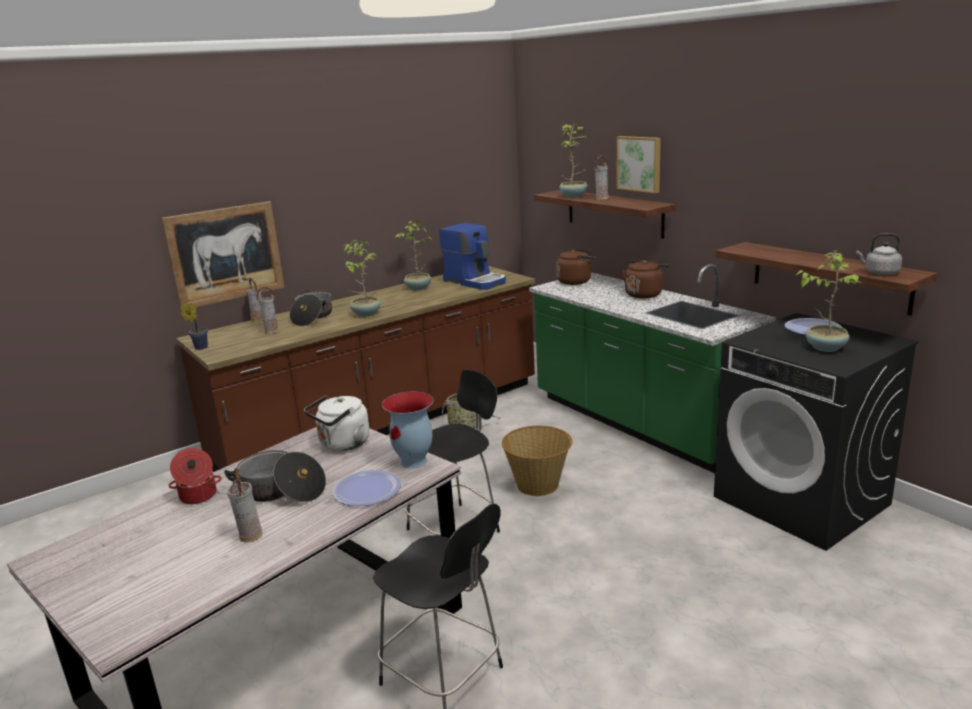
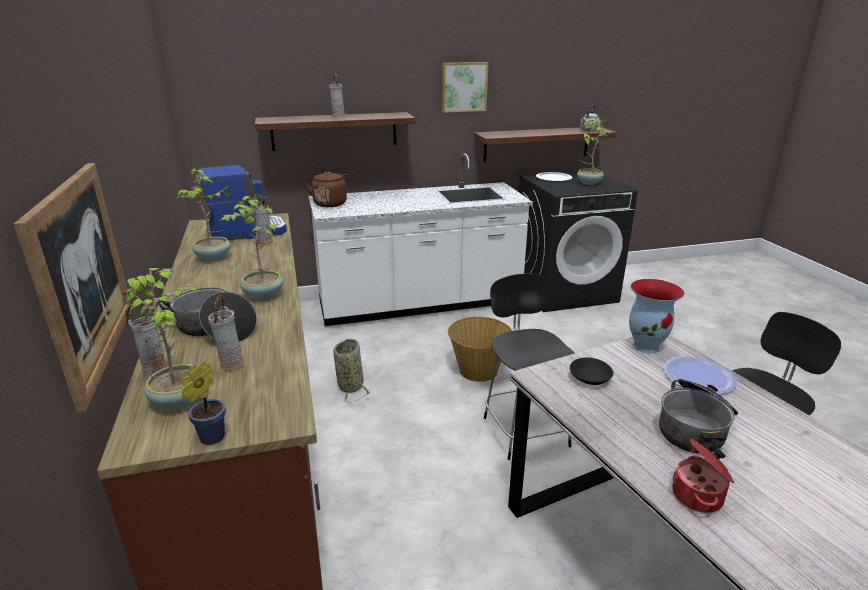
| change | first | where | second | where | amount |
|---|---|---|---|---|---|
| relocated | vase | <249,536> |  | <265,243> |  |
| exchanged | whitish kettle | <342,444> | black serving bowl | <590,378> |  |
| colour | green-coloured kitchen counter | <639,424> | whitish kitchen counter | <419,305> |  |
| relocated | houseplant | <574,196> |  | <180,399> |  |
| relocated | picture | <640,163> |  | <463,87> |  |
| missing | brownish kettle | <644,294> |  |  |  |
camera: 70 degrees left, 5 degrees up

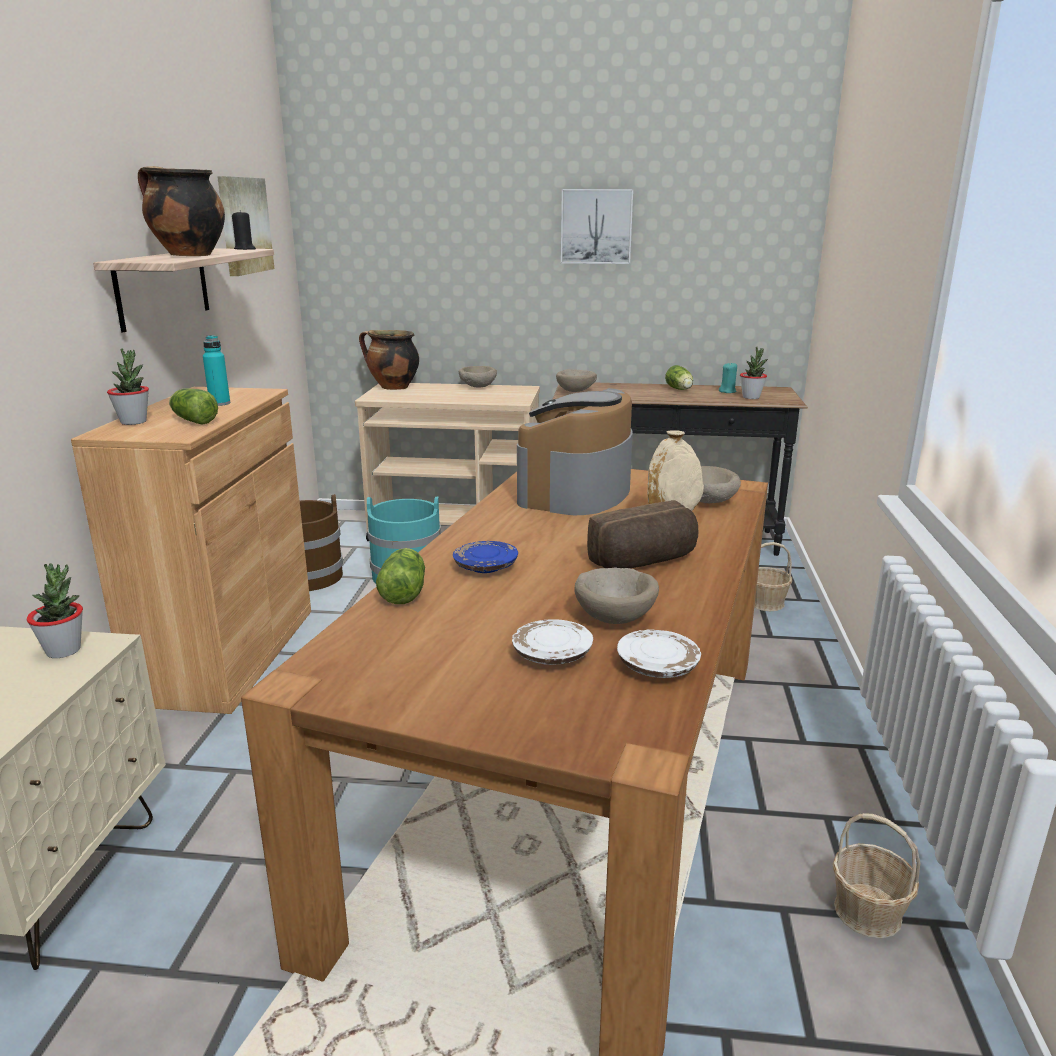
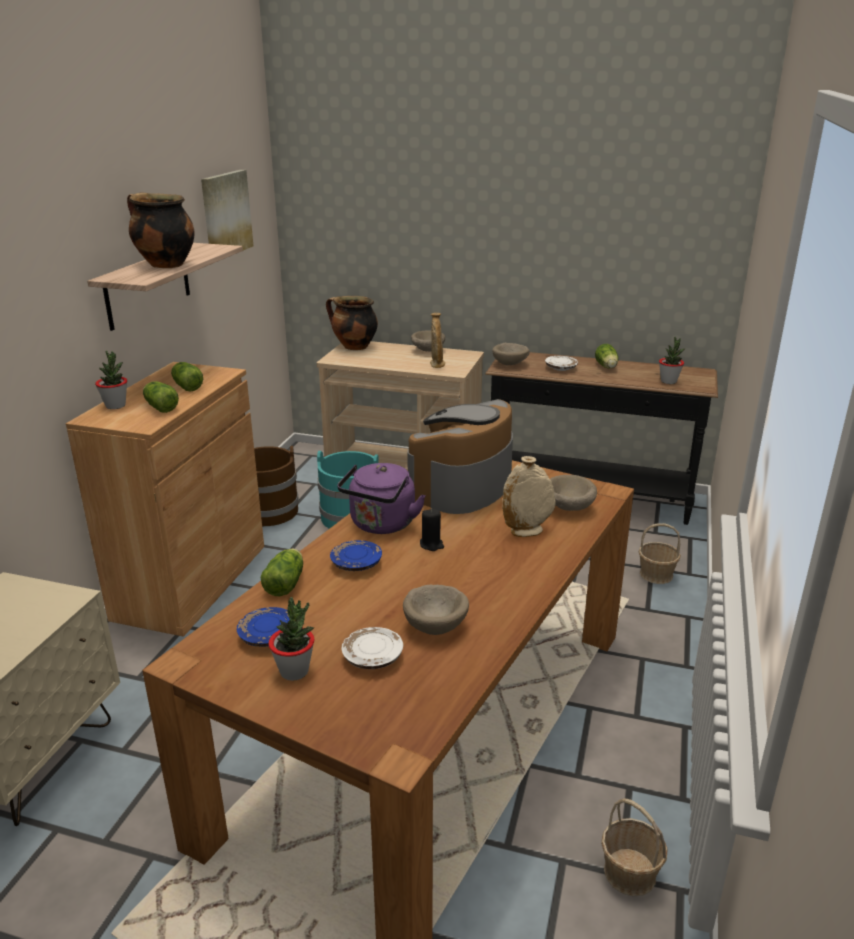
| change | first | where | second | where | amount |
|---|---|---|---|---|---|
| relocated | houseplant | <64,650> |  | <294,671> |  |
| exchanged | turquoise-coloured drink bottle | <220,403> | lettuce | <186,386> |  |
| relocated | black wax light | <245,249> |  | <431,545> |  |
| missing | picture | <596,226> |  |  |  |
| missing | bakery bread | <645,561> |  |  |  |
| relocated | whitish flat dish | <657,666> |  | <561,368> |  |
| missing | turquoise-coloured wax light | <727,391> |  |  |  |
| appeared |  |  | bluish flat dish | <267,636> |  |
| appeared |  |  | purplish kettle | <381,525> |  |
| appeared |  |  | beige vase | <437,364> |  |
camera: 10 degrees right, 5 degrees up

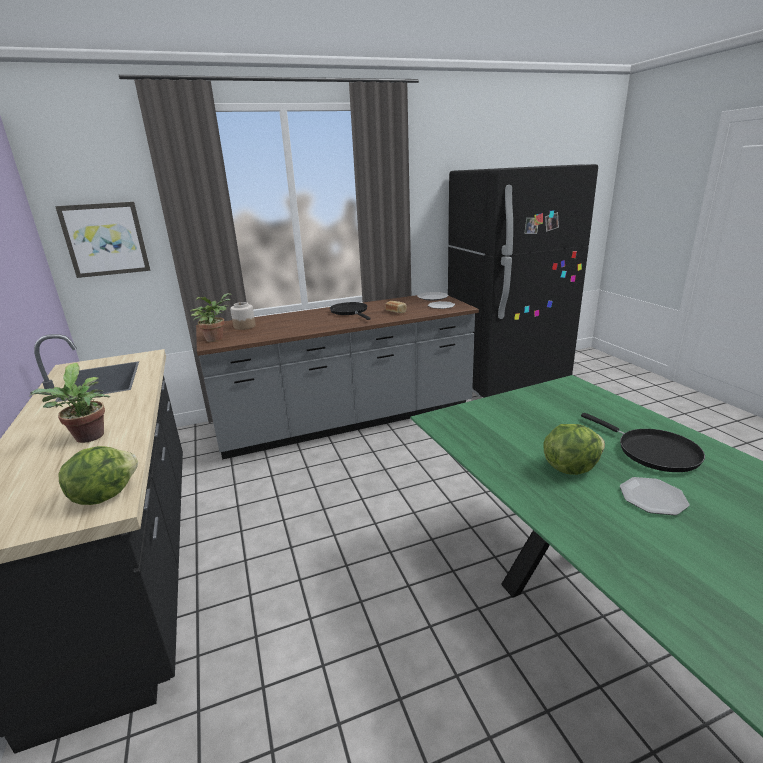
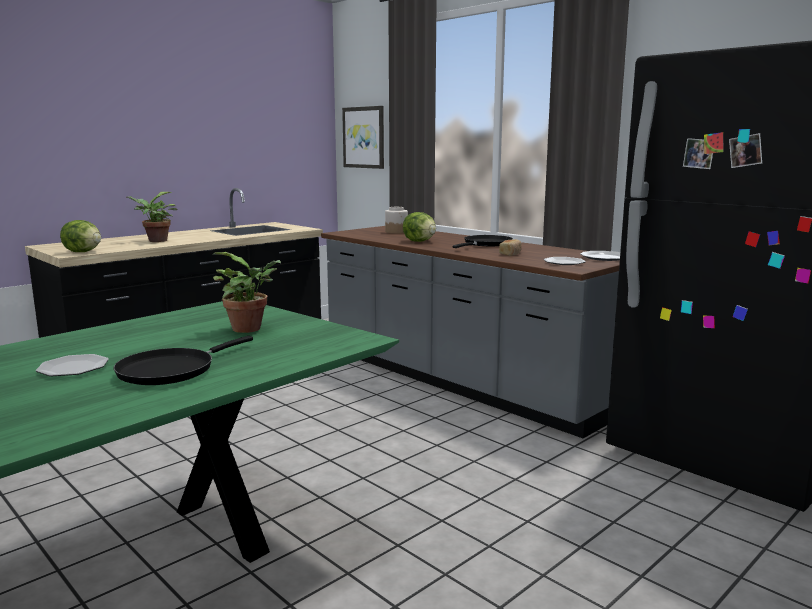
| change | first | where | second | where | amount |
|---|---|---|---|---|---|
| relocated | houseplant | <216,338> |  | <250,329> |  |
| relocated | lettuce | <570,467> |  | <420,241> |  |
camera: 65 degrees right, 10 degrees down

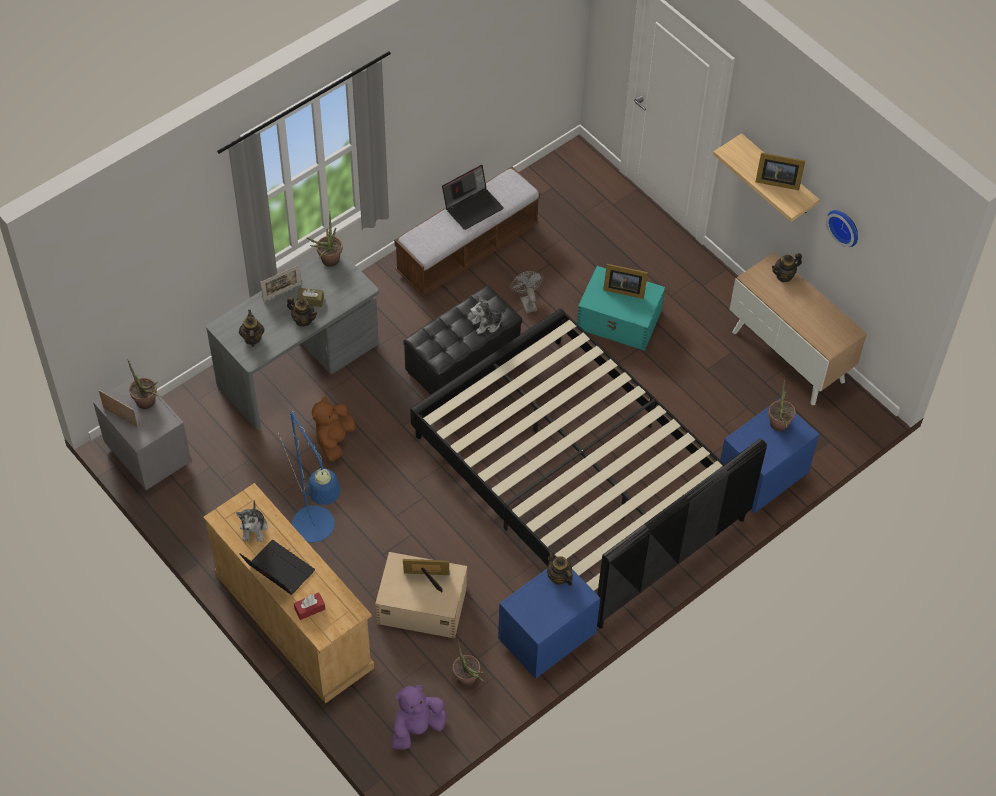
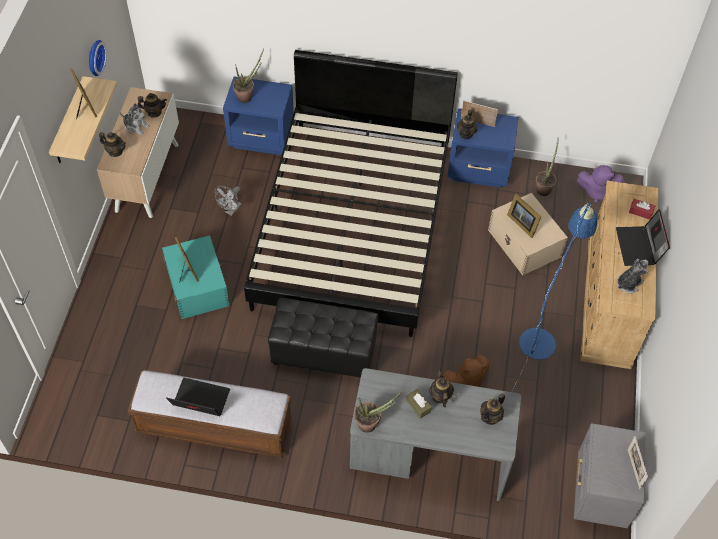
| change | first | where | second | where | amount |
|---|---|---|---|---|---|
| missing | houseplant | <148,404> |  |  |  |
| relocated | standing frame | <282,292> |  | <477,122> |  |
| relocated | cuddly toy | <487,323> |  | <136,126> |  |
| relocated | grey electric fan | <527,302> |  | <231,210> |  |
| appeared |  |  | pot for tea | <154,112> |  |
camera: 130 degrees left, 0 degrees up

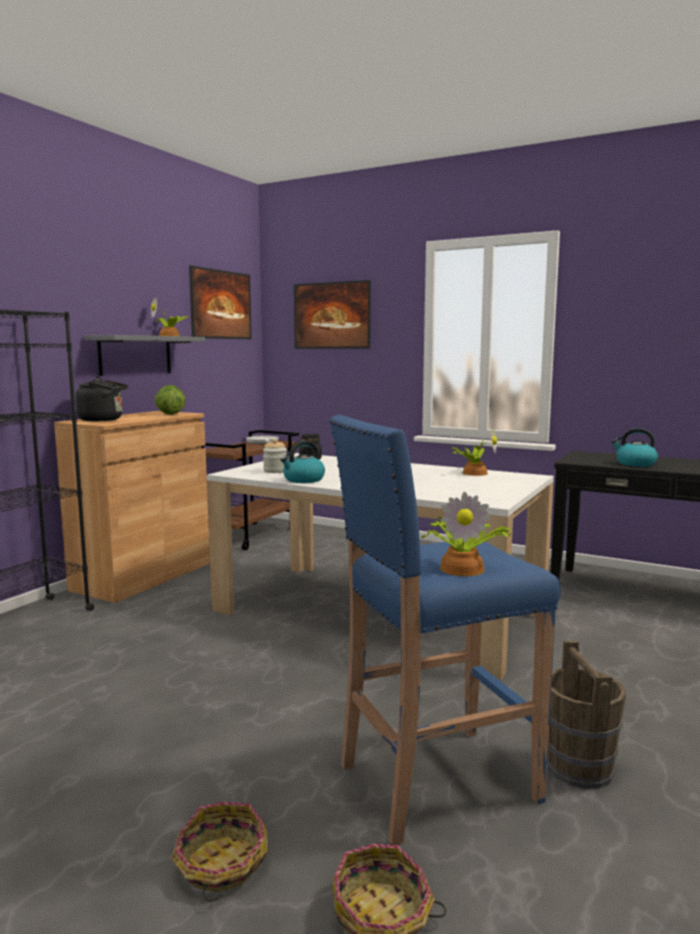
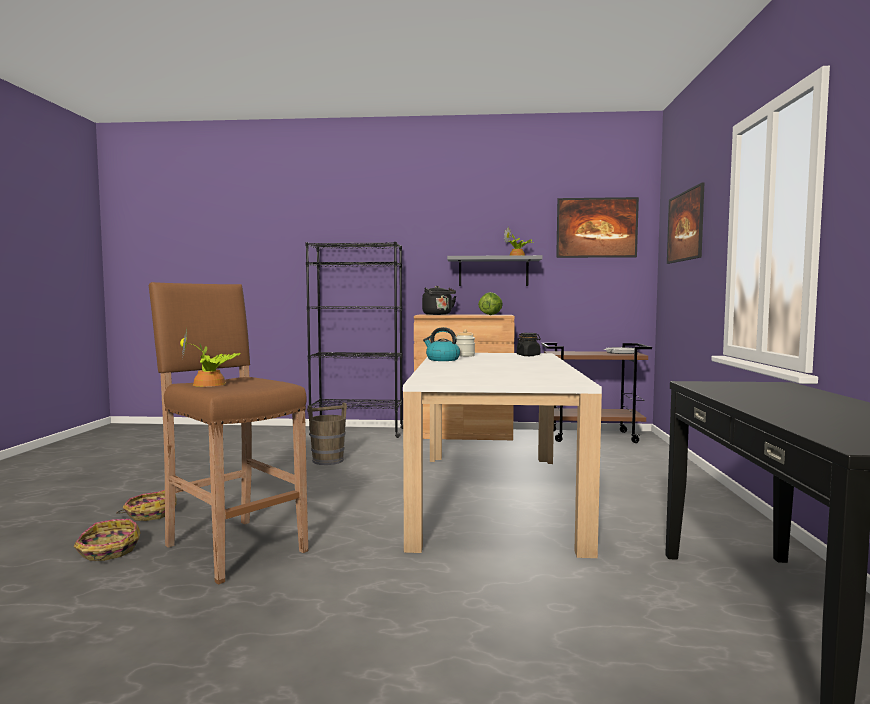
| change | first | where | second | where | amount |
|---|---|---|---|---|---|
| colour | bluish stool seat | <433,783> | brownish stool seat | <233,547> |  |
| missing | houseplant | <473,473> |  |  |  |
| relocated | brownish water bucket | <579,768> |  | <327,460> |  |
| missing | kettle | <635,464> |  |  |  |
camera: 65 degrees right, 5 degrees down

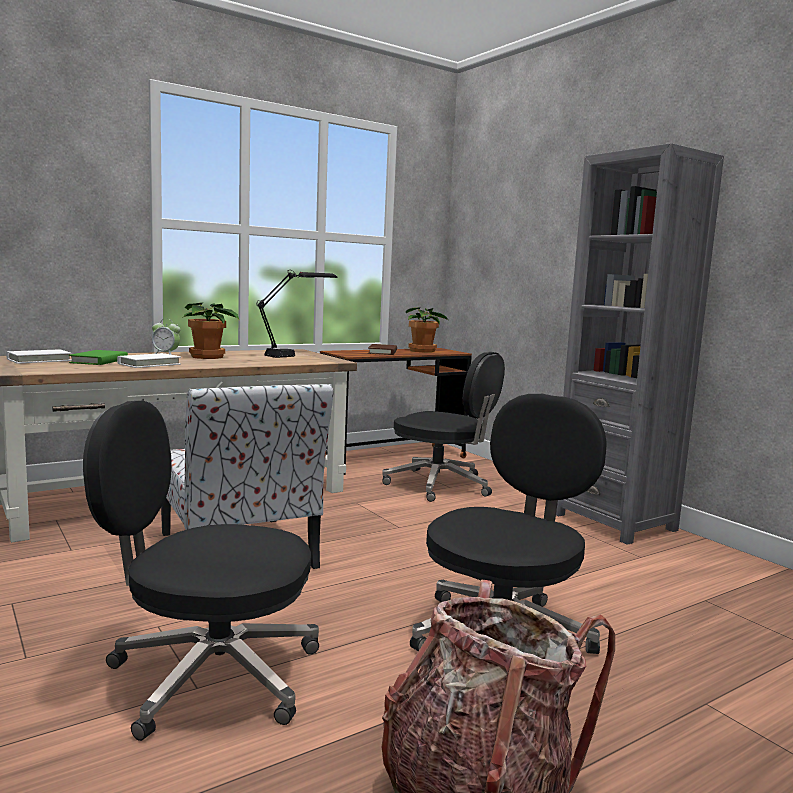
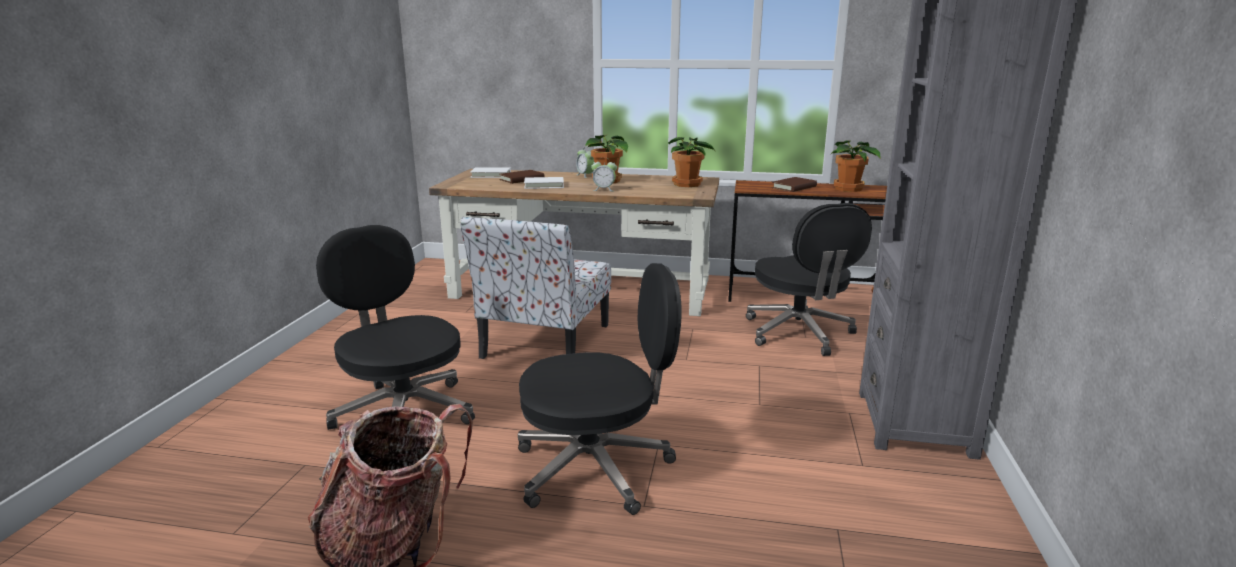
| change | first | where | second | where | amount |
|---|---|---|---|---|---|
| colour | green-coloured bound book | <99,361> | brownish bound book | <522,179> |  |
| exchanged | black table lamp | <296,355> | houseplant | <688,184> |  |
| appeared |  |  | bedside clock | <604,189> |  |
camera: 45 degrees right, 10 degrees up

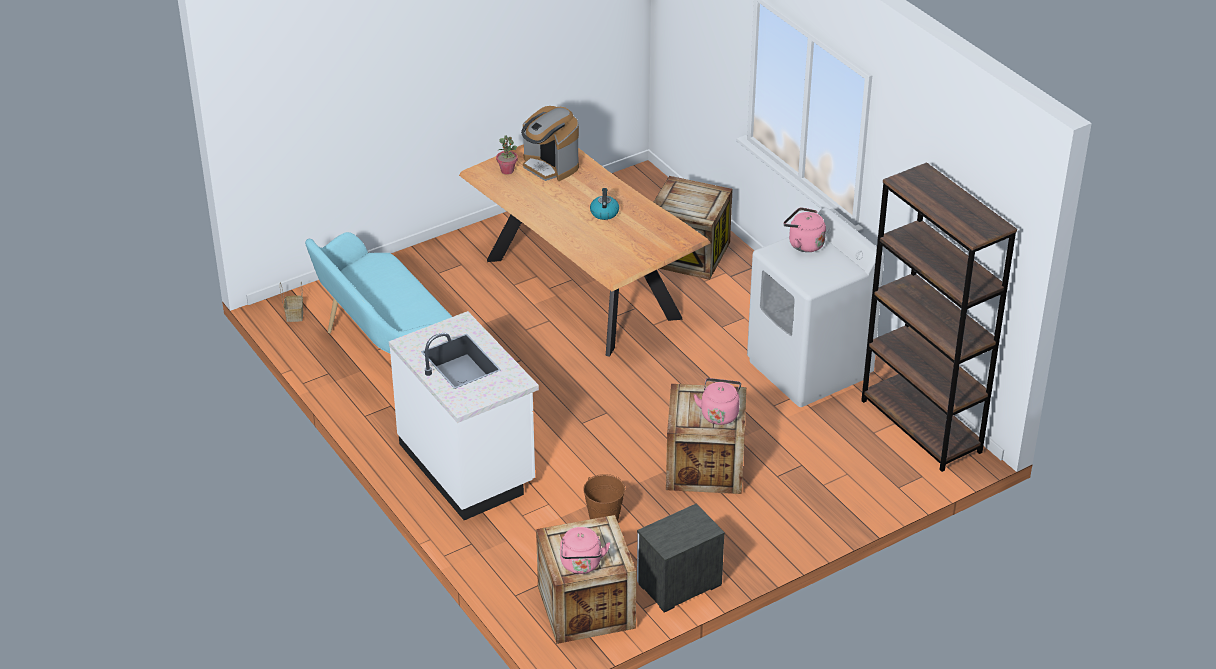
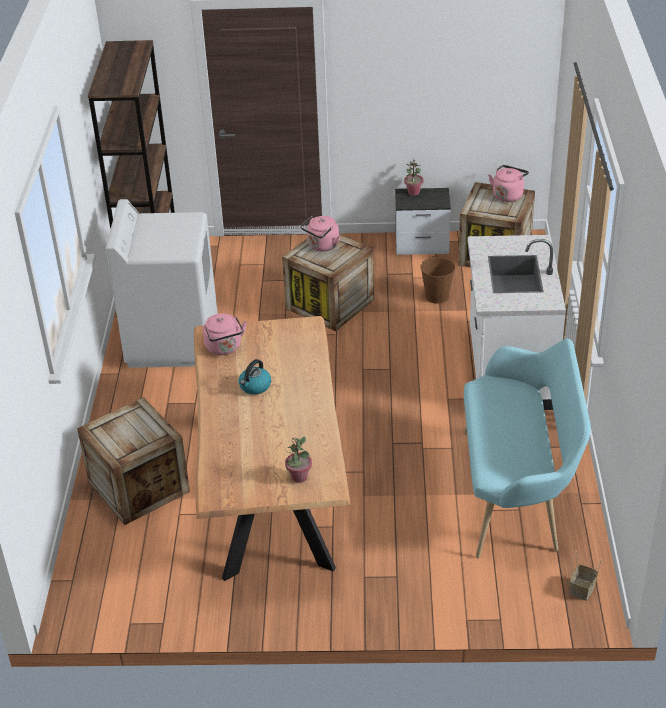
| change | first | where | second | where | amount |
|---|---|---|---|---|---|
| missing | coffee machine | <550,166> |  |  |  |
| relocated | pinkish kettle | <803,244> |  | <224,348> |  |
| appeared |  |  | houseplant | <413,192> |  |
camera: 145 degrees left, 0 degrees up

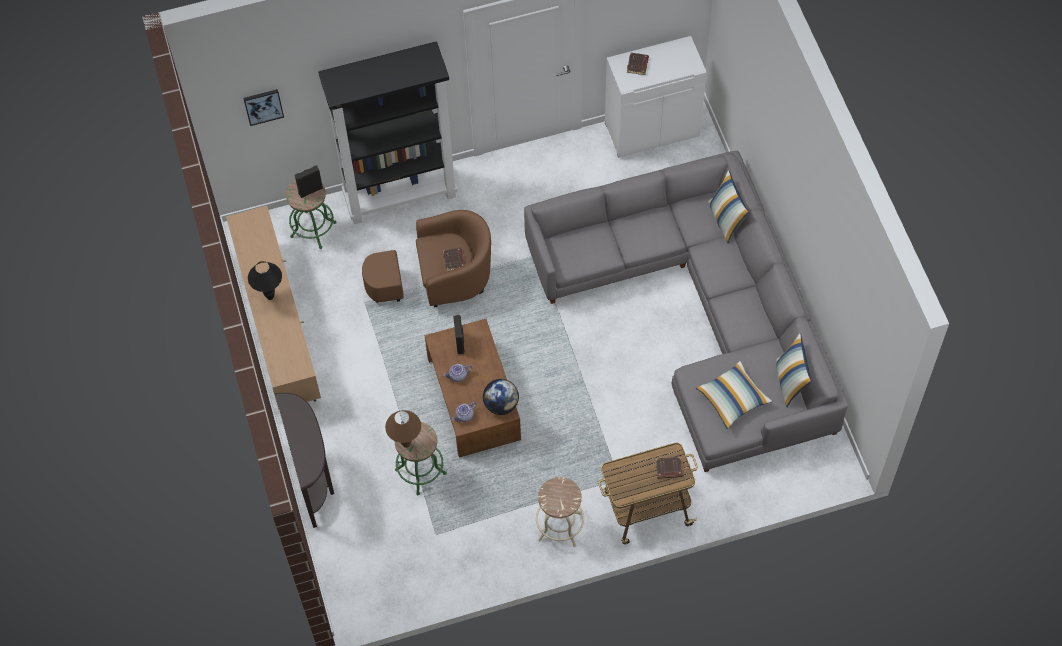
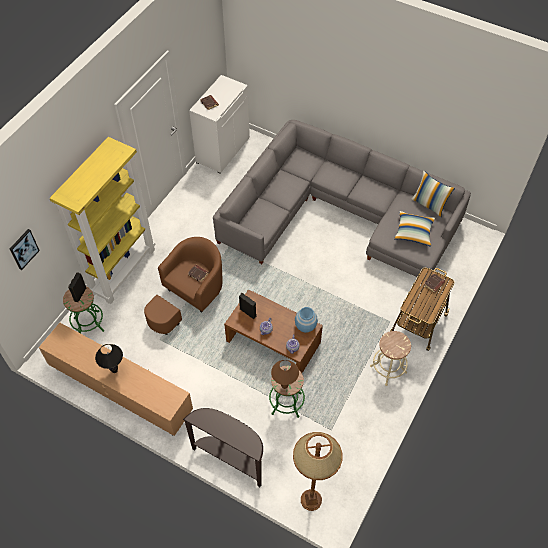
| change | first | where | second | where | amount |
|---|---|---|---|---|---|
| colour | black bookcase | <401,195> | yellow-coloured bookcase | <123,270> |  |
| exchanged | globe | <501,405> | bluish vase | <305,326> |  |
| missing | cushion | <726,220> |  |  |  |
| appeared |  |  | brownish standing lamp | <311,499> |  |
camera: 45 degrees left, 5 degrees down

